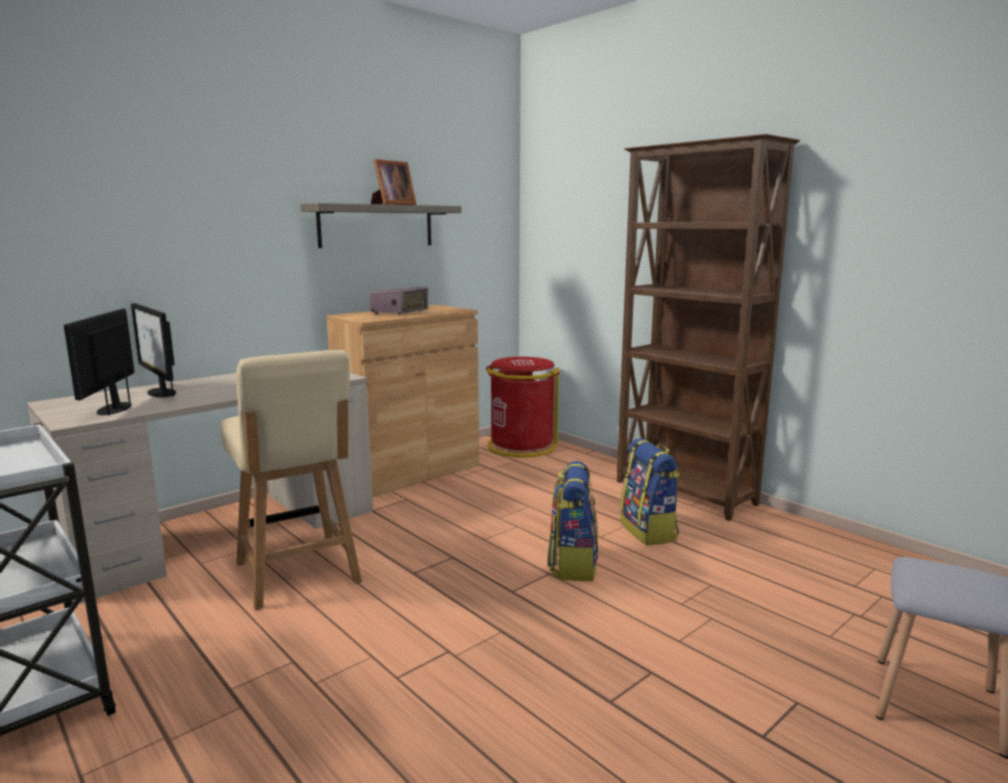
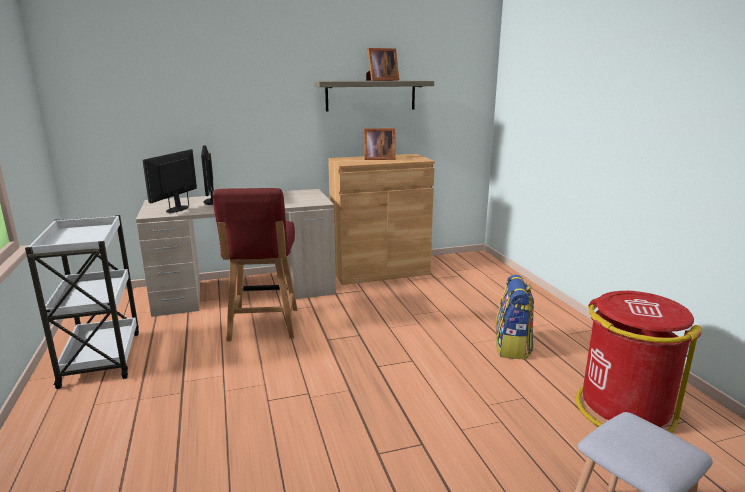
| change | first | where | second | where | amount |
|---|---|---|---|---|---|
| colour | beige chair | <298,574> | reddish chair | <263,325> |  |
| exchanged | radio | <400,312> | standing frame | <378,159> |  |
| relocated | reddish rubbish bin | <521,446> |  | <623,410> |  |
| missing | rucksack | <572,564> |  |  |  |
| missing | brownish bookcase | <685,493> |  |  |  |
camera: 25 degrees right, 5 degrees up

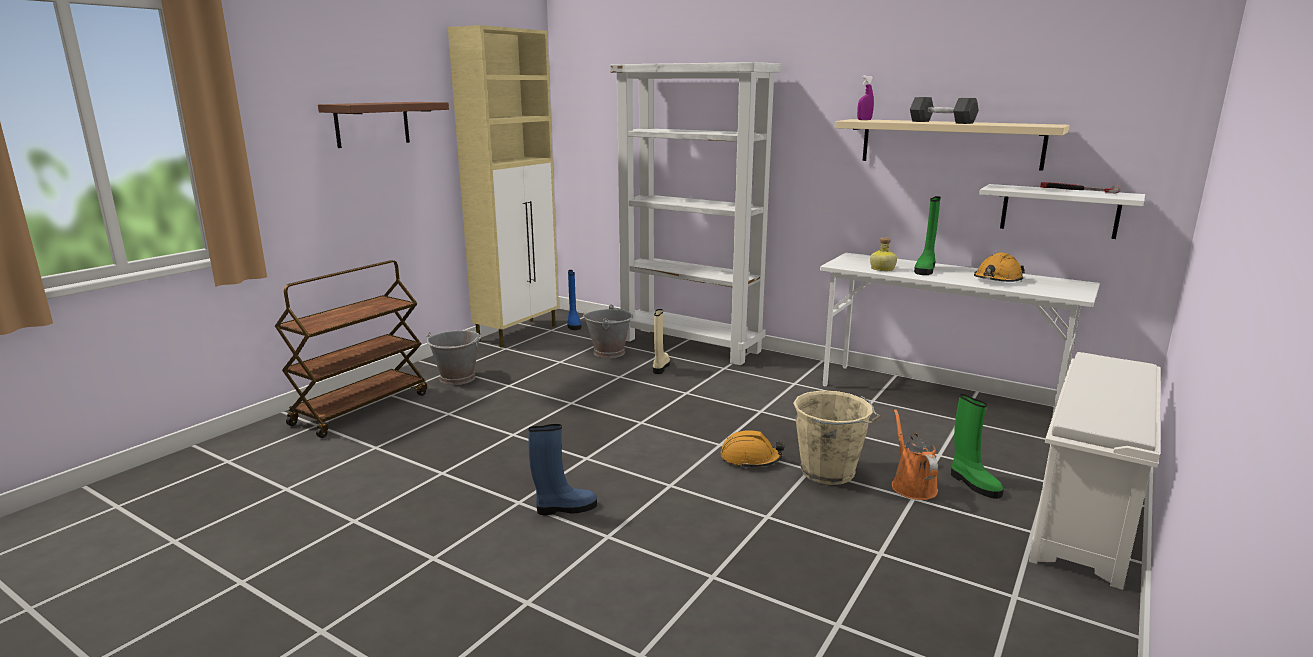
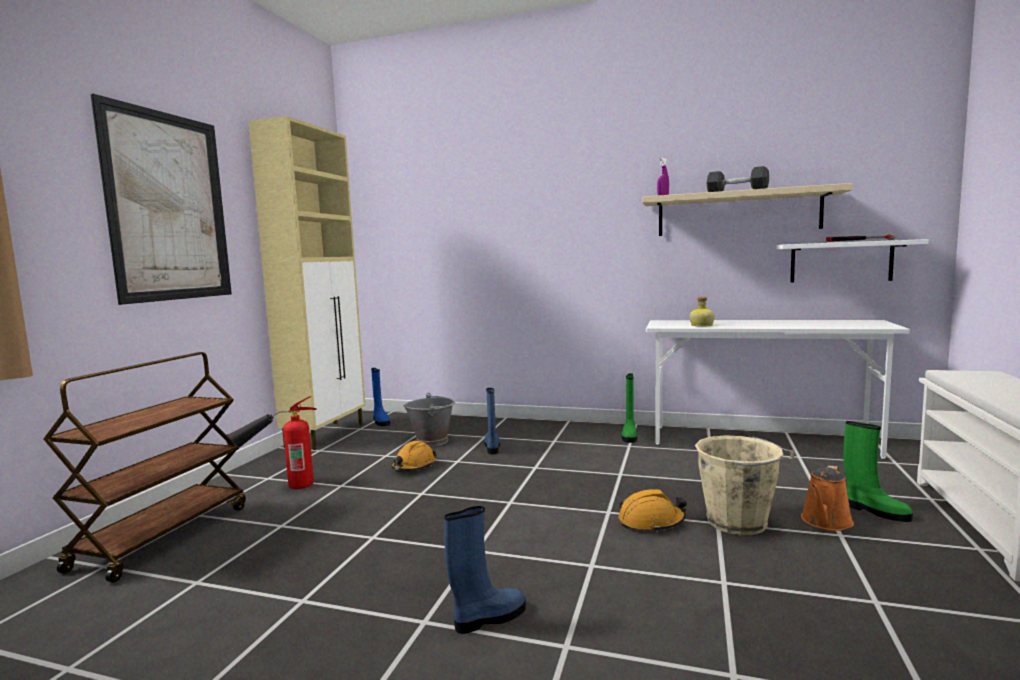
| change | first | where | second | where | amount |
|---|---|---|---|---|---|
| exchanged | brownish wall shelf | <372,124> | picture | <169,207> |  |
| exchanged | grey water bucket | <458,378> | extinguisher | <277,486> |  |
| missing | whitish bookcase | <691,345> |  |  |  |
| colour | beige tall boot | <660,367> | bluish tall boot | <492,448> |  |
| spun | orange watering pot | <912,485> |  | <825,522> | 120 degrees counterclockwise |
| relocated | green-coloured tall boot | <925,269> |  | <629,436> |  |
| relocated | orange safety helmet | <997,280> |  | <414,466> |  |
camera: 15 degrees left, 10 degrees down

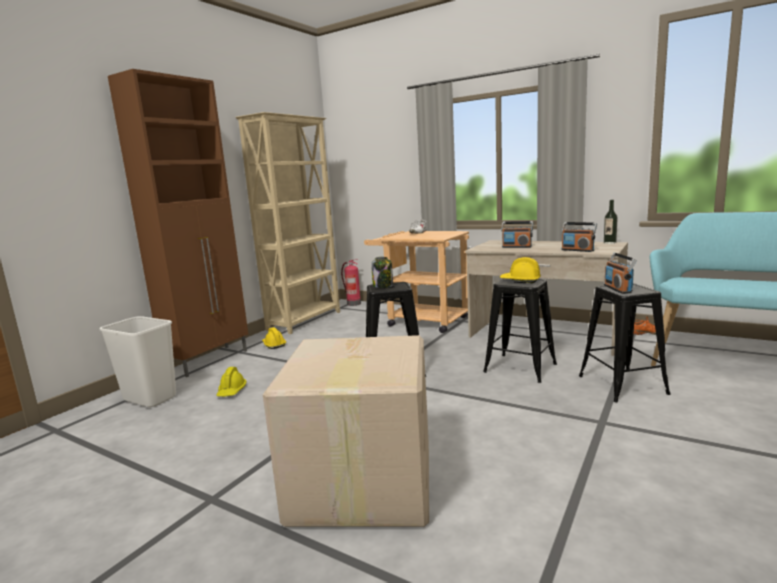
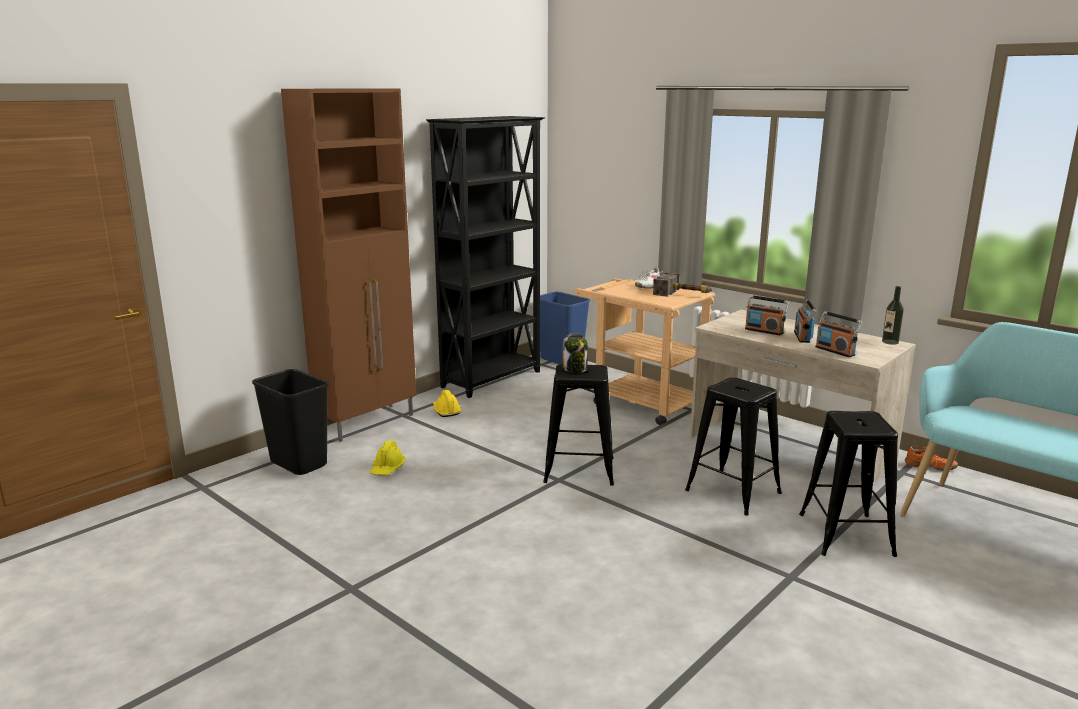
| change | first | where | second | where | amount |
|---|---|---|---|---|---|
| colour | whitish rubbish bin | <149,399> | black rubbish bin | <297,464> |  |
| colour | beige bookcase | <305,320> | black bookcase | <493,379> |  |
| missing | packing box | <360,484> |  |  |  |
| exchanged | extinguisher | <353,304> | bluish rubbish bin | <560,360> |  |
| missing | yellow-coloured safety helmet | <520,280> |  |  |  |
| relocated | radio | <618,289> |  | <802,337> |  |
| appeared |  |  | hand hammer | <684,294> |  |
camera: 10 degrees right, 5 degrees up

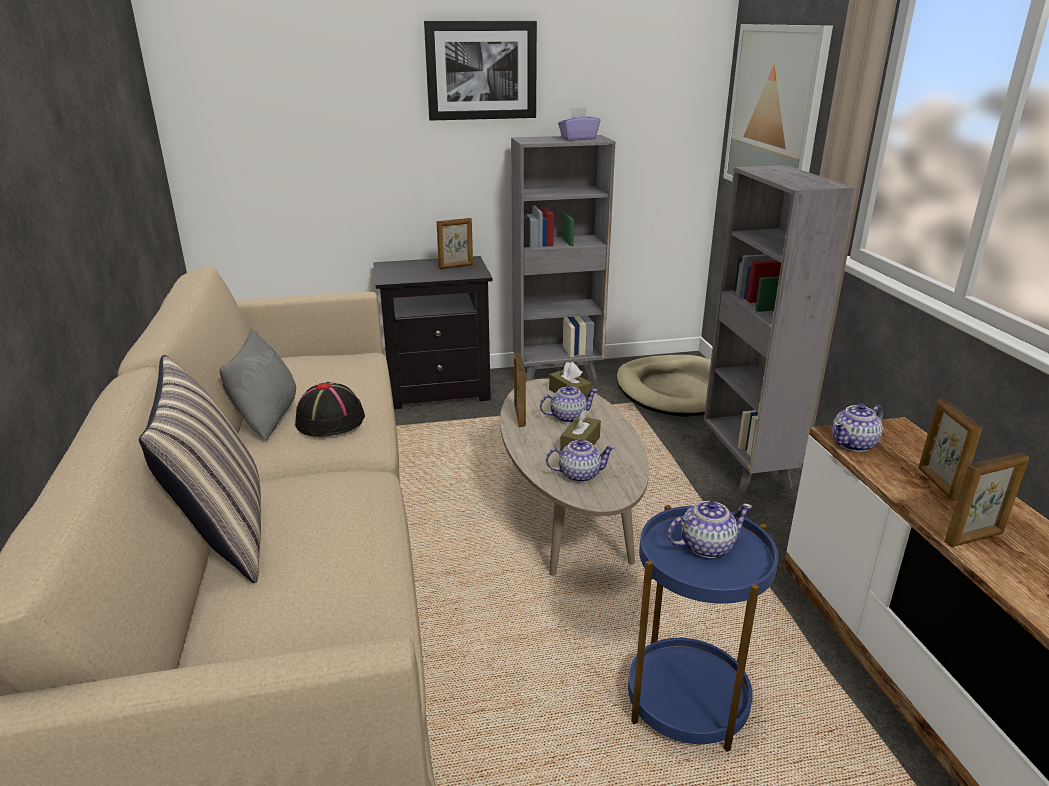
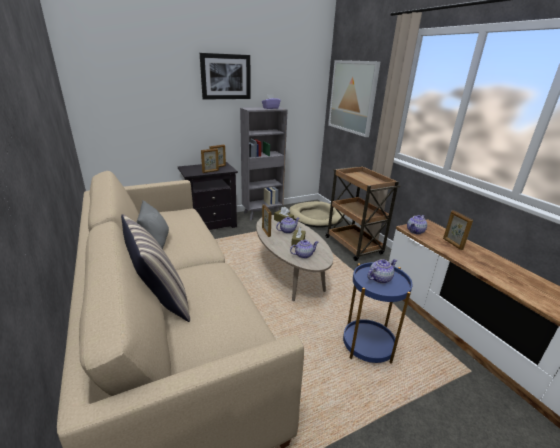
| change | first | where | second | where | amount |
|---|---|---|---|---|---|
| missing | black hat | <331,420> |  |  |  |
| exchanged | grey bookcase | <745,468> | brownish wheeled cart | <354,246> |  |
| relocated | standing frame | <974,538> |  | <210,171> |  |
camera: 15 degrees left, 0 degrees up

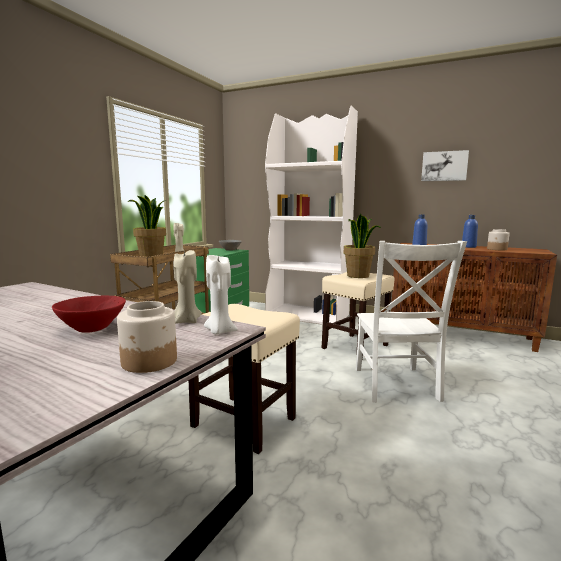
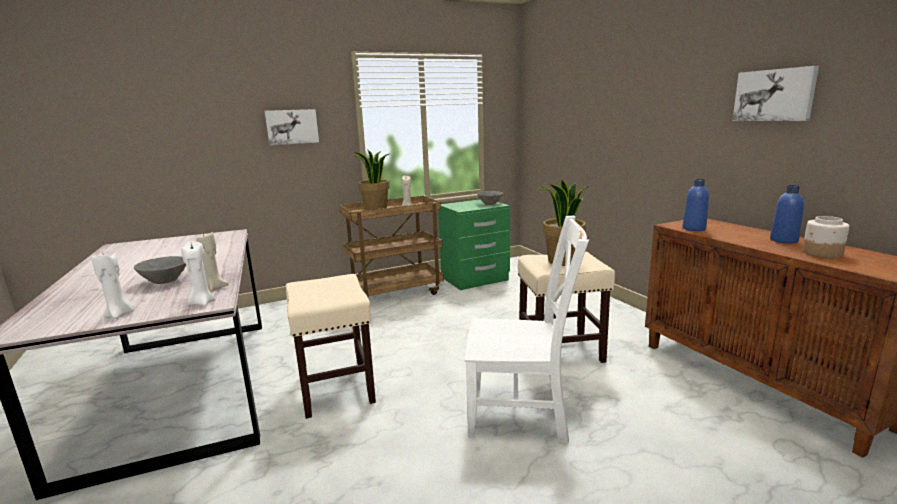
| change | first | where | second | where | amount |
|---|---|---|---|---|---|
| colour | reddish serving bowl | <93,328> | grey serving bowl | <165,281> |  |
| exchanged | preserve jar | <149,362> | whitish wax light | <120,315> |  |
| missing | whitish bookcase | <308,315> |  |  |  |
| spun | whitish chair | <396,386> |  | <522,413> | 120 degrees counterclockwise |
| appeared |  |  | picture | <292,127> |  |
camera: 40 degrees right, 5 degrees up

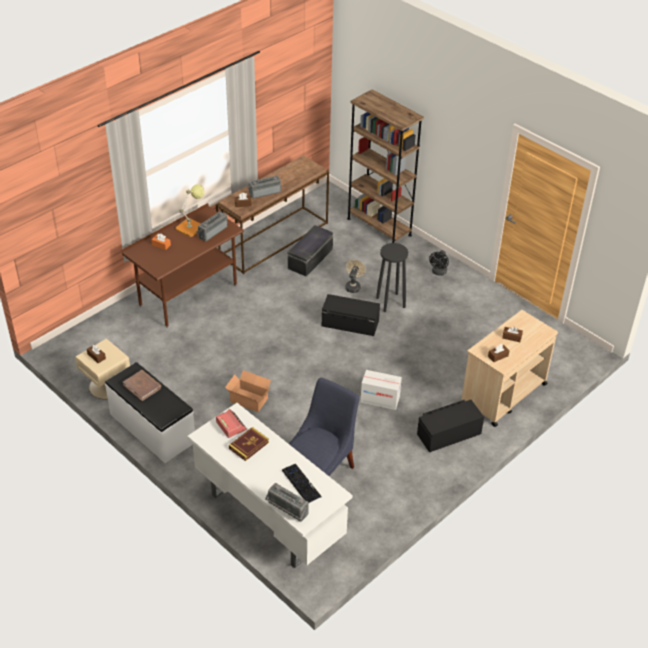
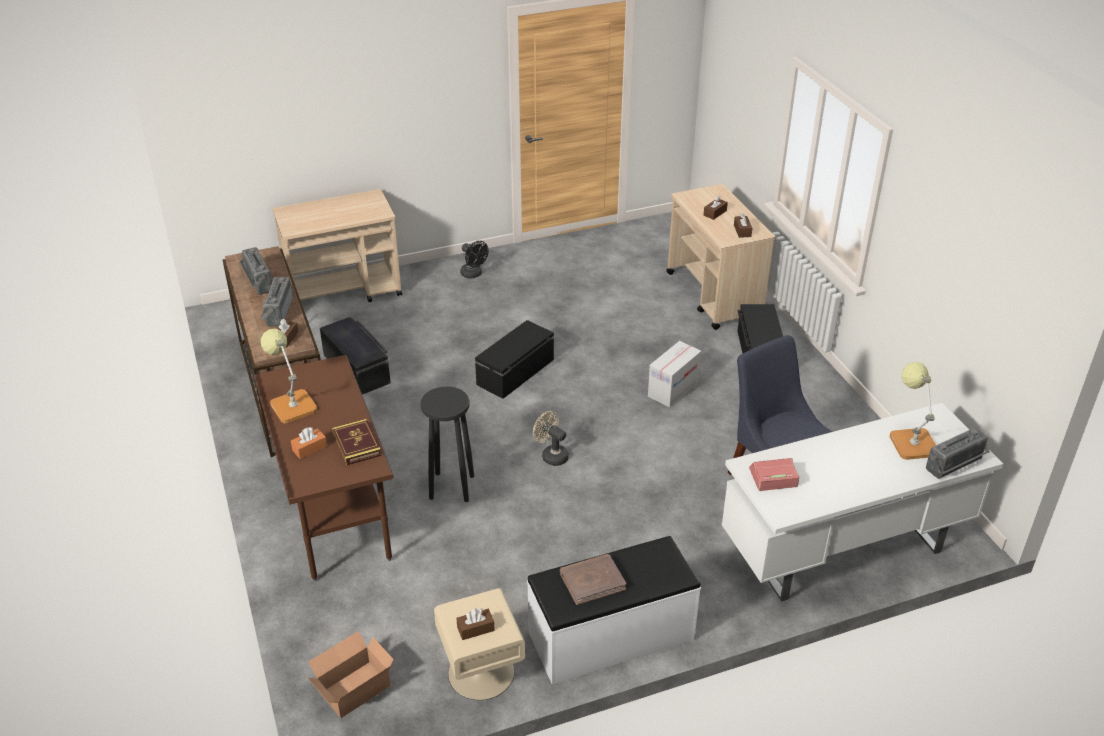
| change | first | where | second | where | amount |
|---|---|---|---|---|---|
| relocated | radio | <212,231> |  | <256,282> |  |
| relocated | packing box | <249,399> |  | <352,688> |  |
| relocated | bound book | <249,445> |  | <357,444> |  |
| exchanged | computer keyboard | <301,484> | table lamp | <910,440> |  |
| relocated | beige electric fan | <353,286> |  | <551,455> |  |
| exchanged | brownish bookcase | <379,227> | beige wheeled cart | <345,292> |  |
| relocated | black stool seat | <390,302> |  | <451,487> |  |
camera: 65 degrees left, 5 degrees down

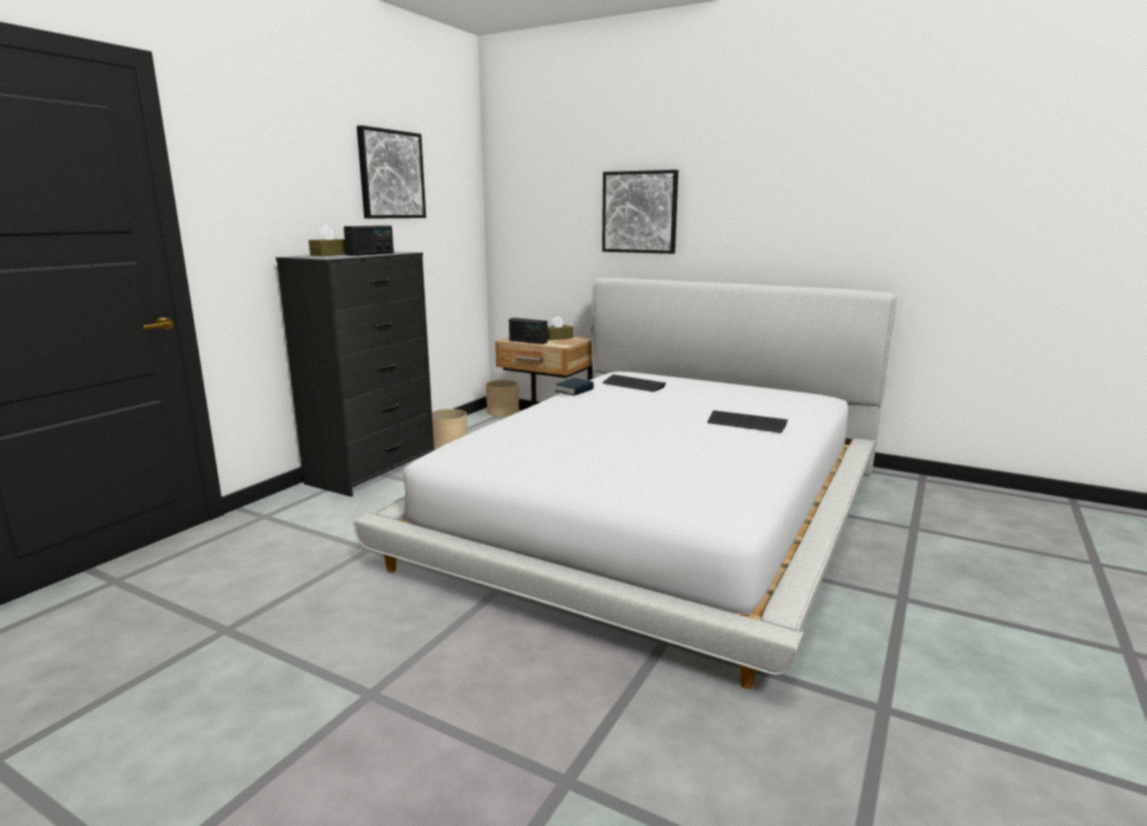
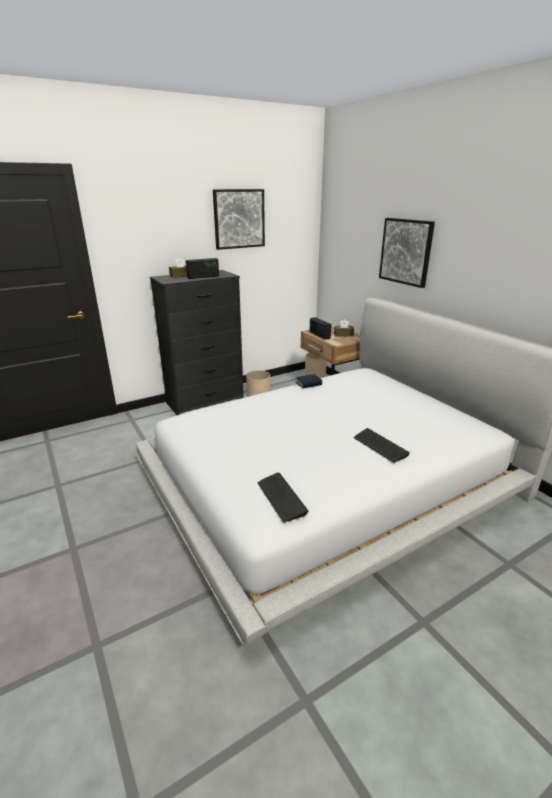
| change | first | where | second | where | amount |
|---|---|---|---|---|---|
| relocated | computer keyboard | <633,385> |  | <281,498> |  |
camera: 30 degrees right, 10 degrees up

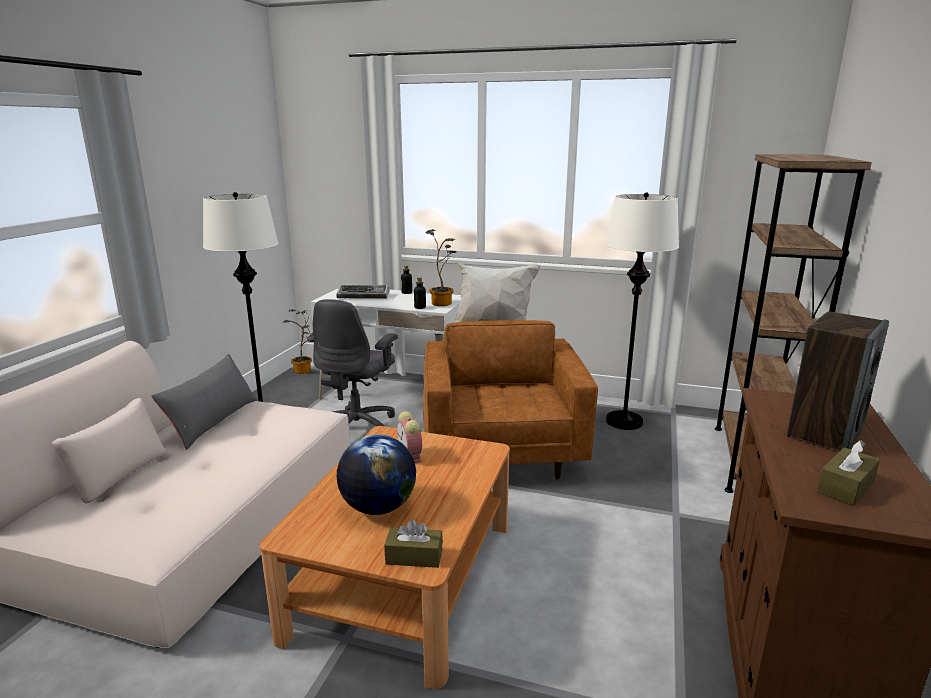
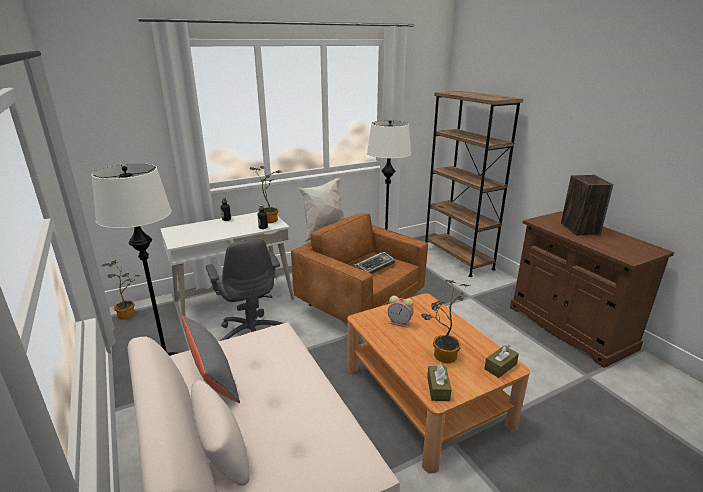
| change | first | where | second | where | amount |
|---|---|---|---|---|---|
| relocated | computer keyboard | <364,296> |  | <374,266> |  |
| exchanged | globe | <378,507> | houseplant | <442,356> |  |
| relocated | brownish tissue box | <845,487> |  | <438,388> |  |
camera: 45 degrees left, 5 degrees up

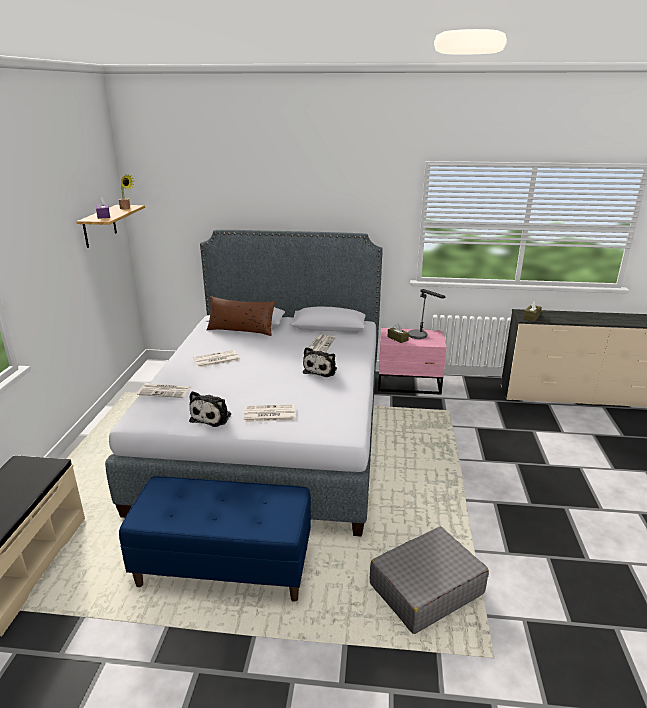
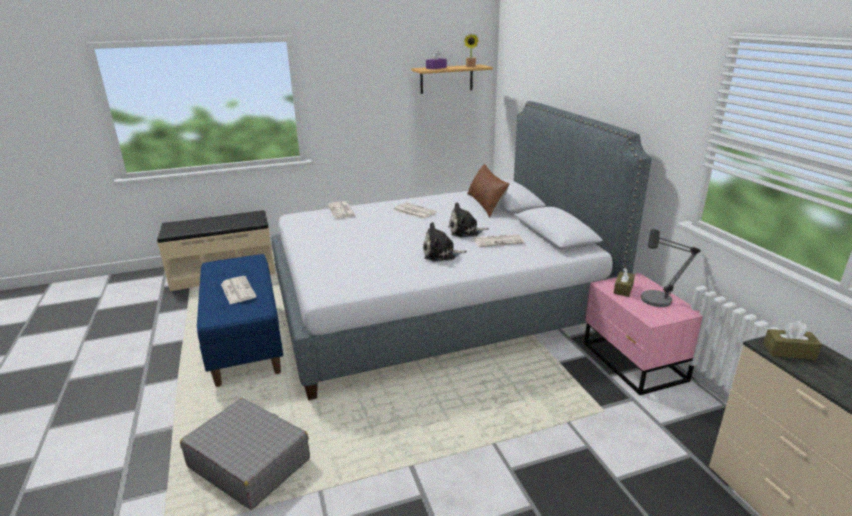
| change | first | where | second | where | amount |
|---|---|---|---|---|---|
| relocated | cuddly toy | <212,417> |  | <465,231> |  |
| relocated | daily paper | <268,414> |  | <237,290> |  |
camera: 65 degrees right, 0 degrees up

